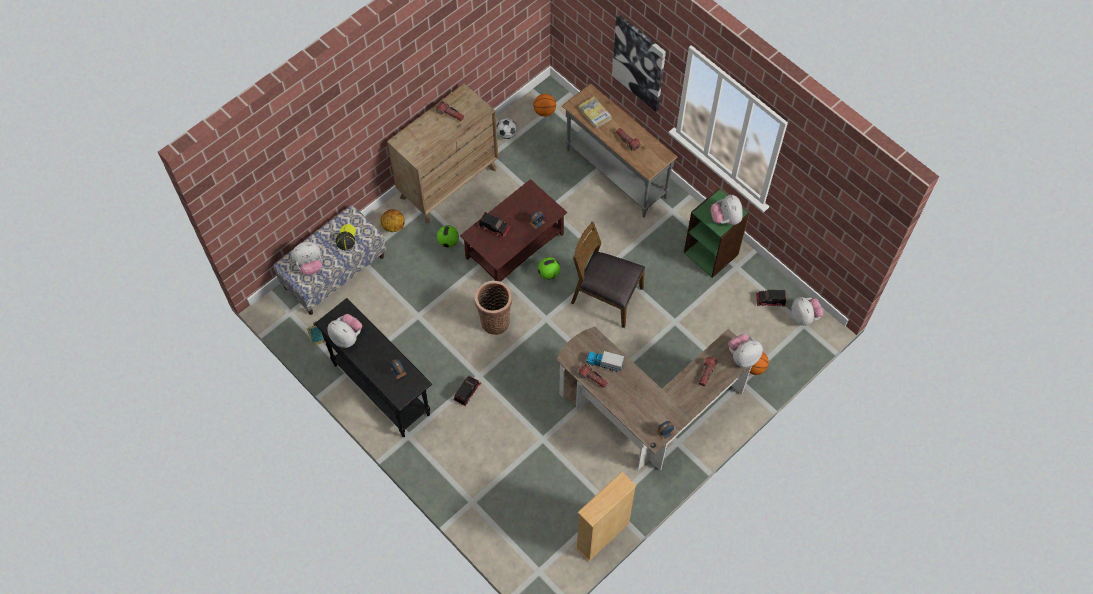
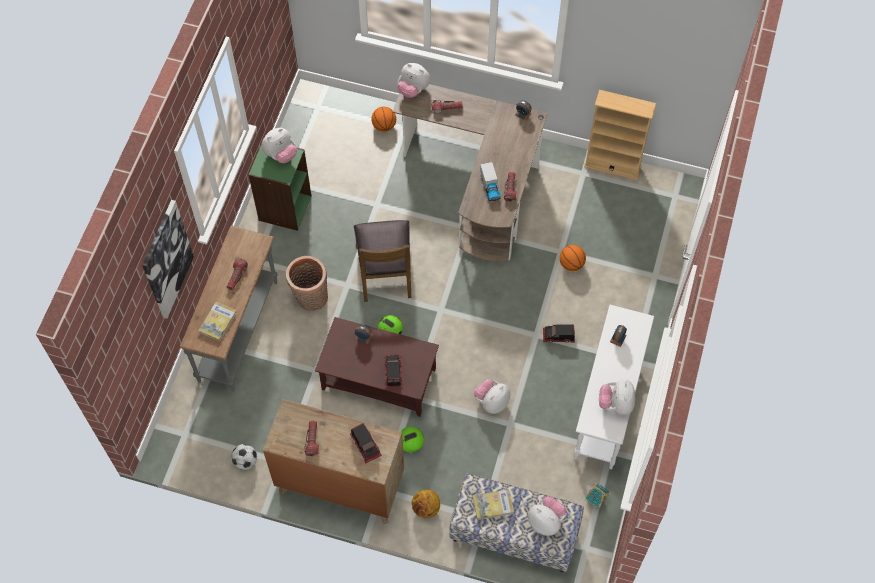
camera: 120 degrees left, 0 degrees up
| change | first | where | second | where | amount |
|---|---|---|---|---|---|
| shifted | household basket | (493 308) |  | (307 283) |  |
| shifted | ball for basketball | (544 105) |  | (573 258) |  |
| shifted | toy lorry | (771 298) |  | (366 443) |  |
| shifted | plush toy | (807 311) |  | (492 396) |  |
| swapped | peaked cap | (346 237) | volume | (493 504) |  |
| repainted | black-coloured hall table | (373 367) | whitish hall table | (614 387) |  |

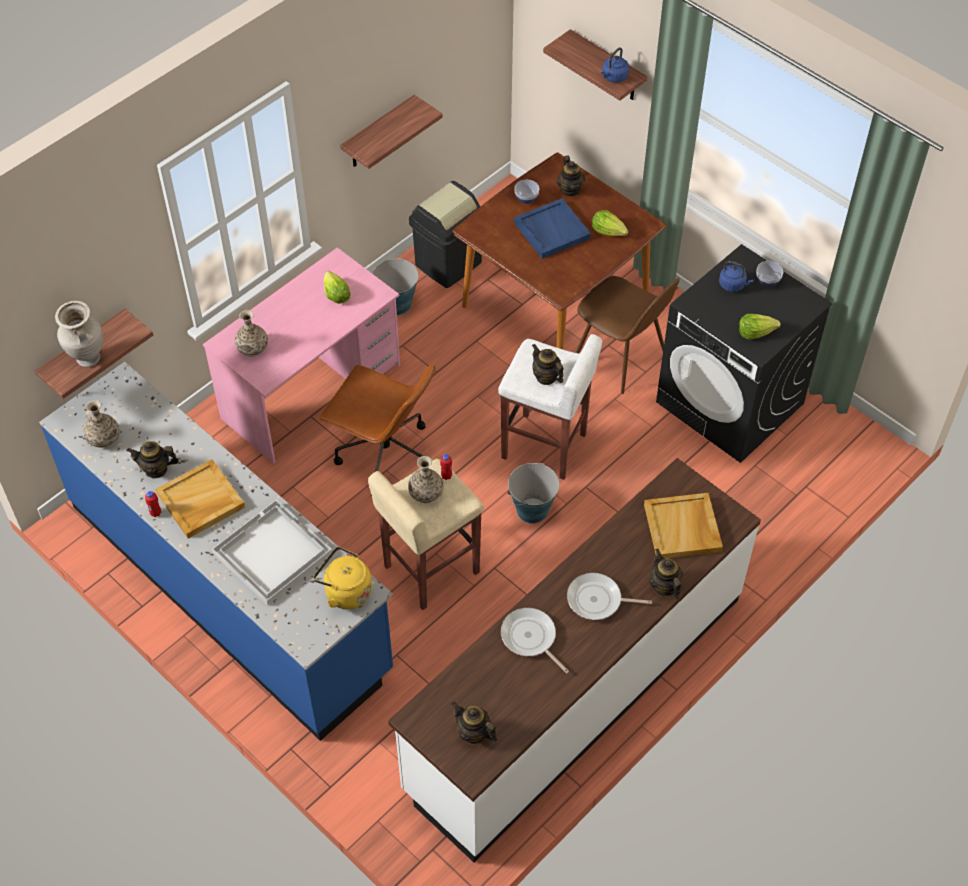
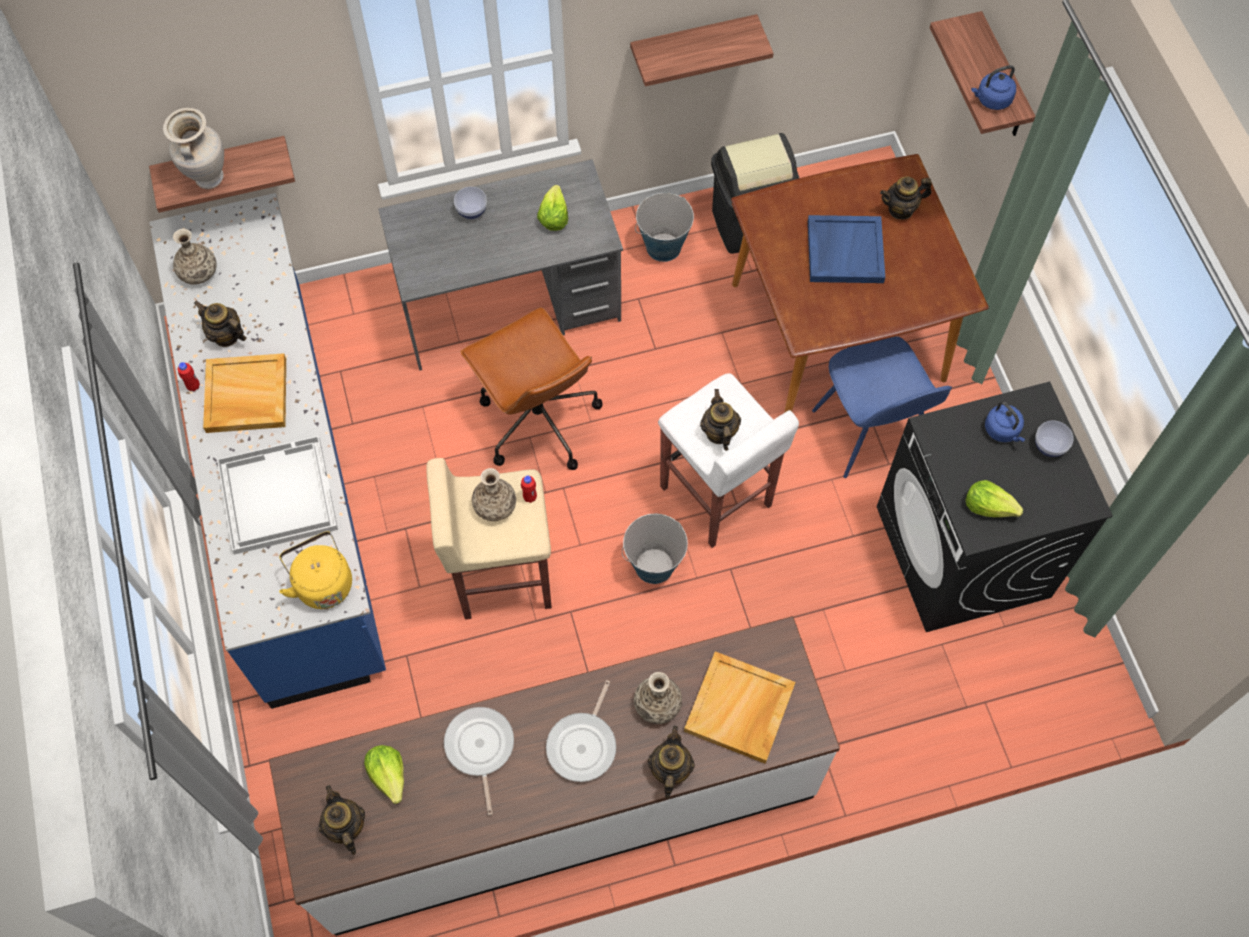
camera: 30 degrees right, 10 degrees up
| change | first | where | second | where | amount |
|---|---|---|---|---|---|
| shifted | vase | (251 333) |  | (658 698) |  |
| shifted | deep dish | (526 192) |  | (470 203) |  |
| shifted | head of lettuce | (610 223) |  | (384 774) |  |
| repainted | pink desk table | (301 355) | greyish desk table | (500 265) |  |
| repainted | brownish plain chair | (628 335) | blue-coloured plain chair | (882 407) |  |
| rotated | tea pot | (571 176) |  | (906 198) | 60 degrees clockwise |
| rotated | pan | (609 596) |  | (581 731) | 105 degrees counterclockwise |

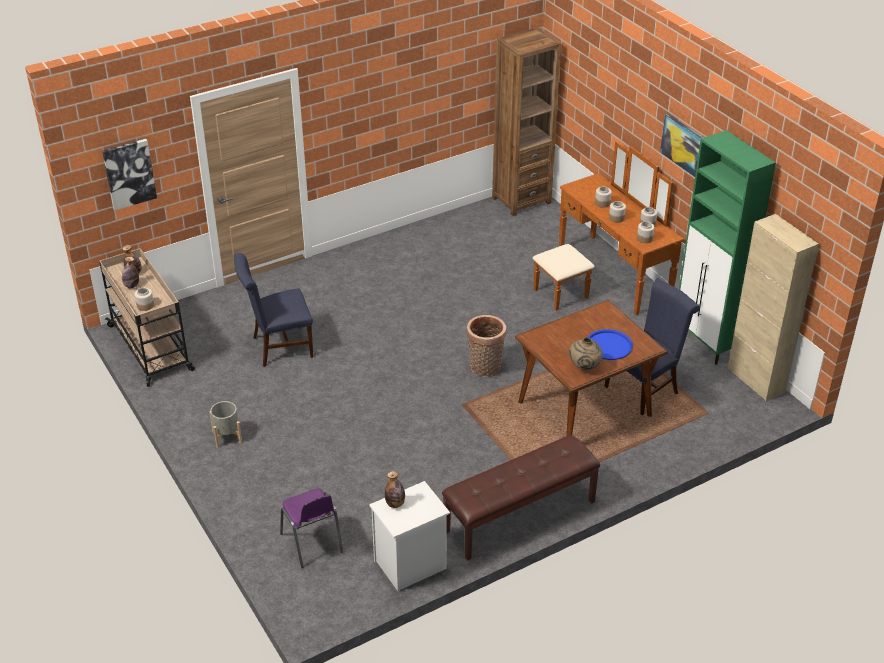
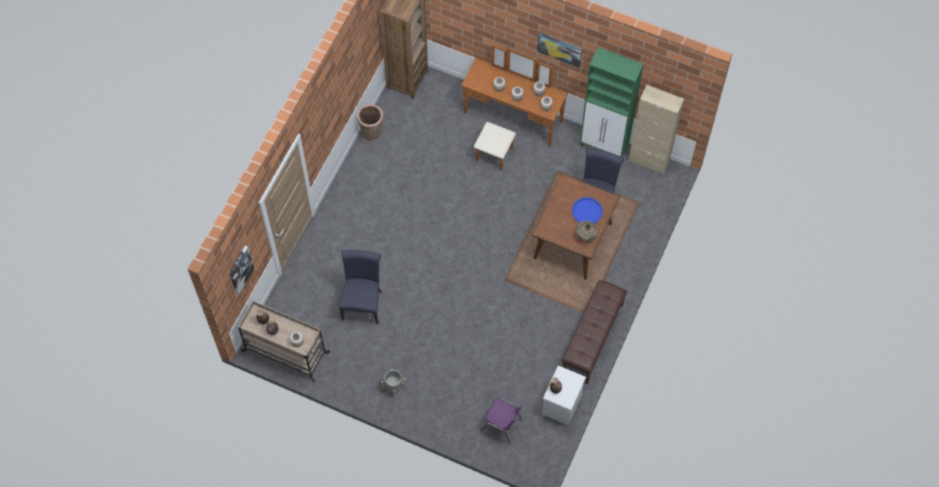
camera: 35 degrees left, 25 degrees up
| change | first | where | second | where | amount |
|---|---|---|---|---|---|
| shifted | household basket | (486 346) |  | (370 122) |  |
| rotated | blue-coloured plain chair | (273 310) |  | (360 287) | 150 degrees clockwise |

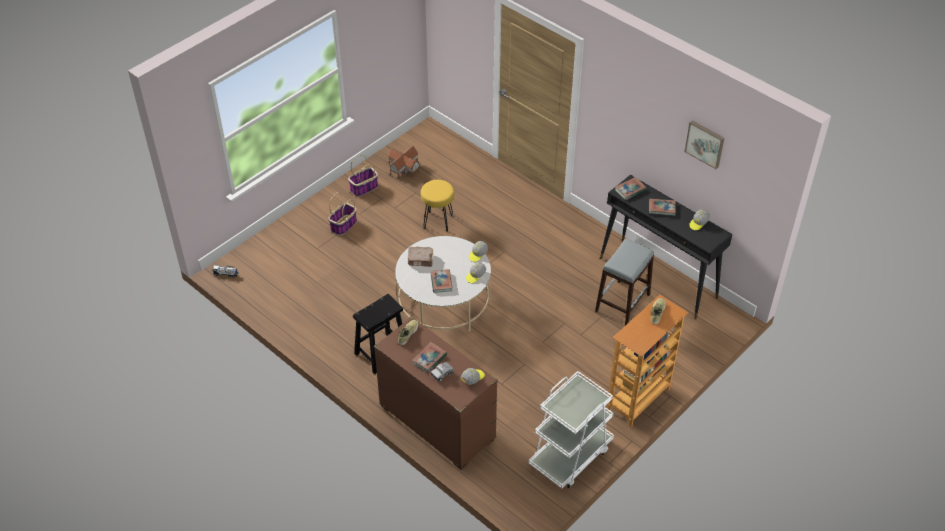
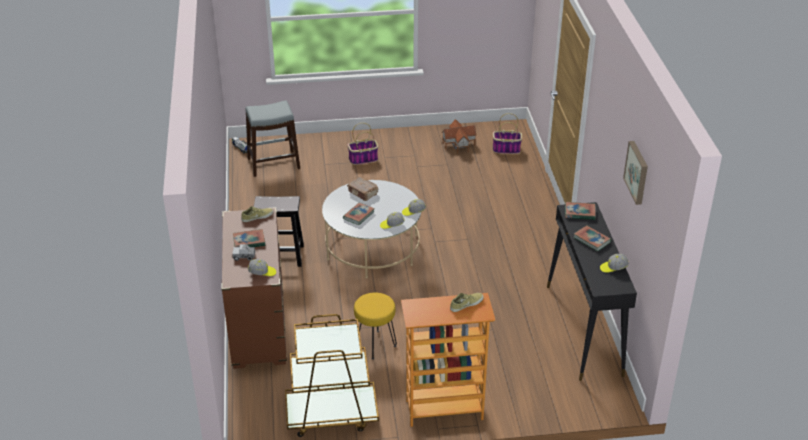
camera: 40 degrees right, 10 degrees down
| change | first | where | second | where | amount |
|---|---|---|---|---|---|
| shifted | household basket | (363 176) |  | (507 133) |  |
| shifted | yellow stool | (437 206) |  | (375 326) |  |
| shifted | greyish stool | (624 282) |  | (272 139) |  |
| repainted | whitish trolley | (571 429) | brownish trolley | (332 375) |  |

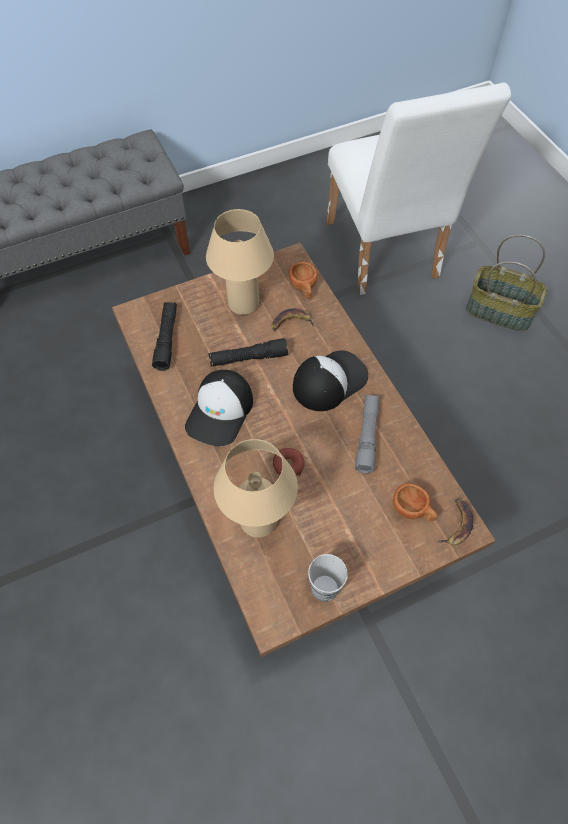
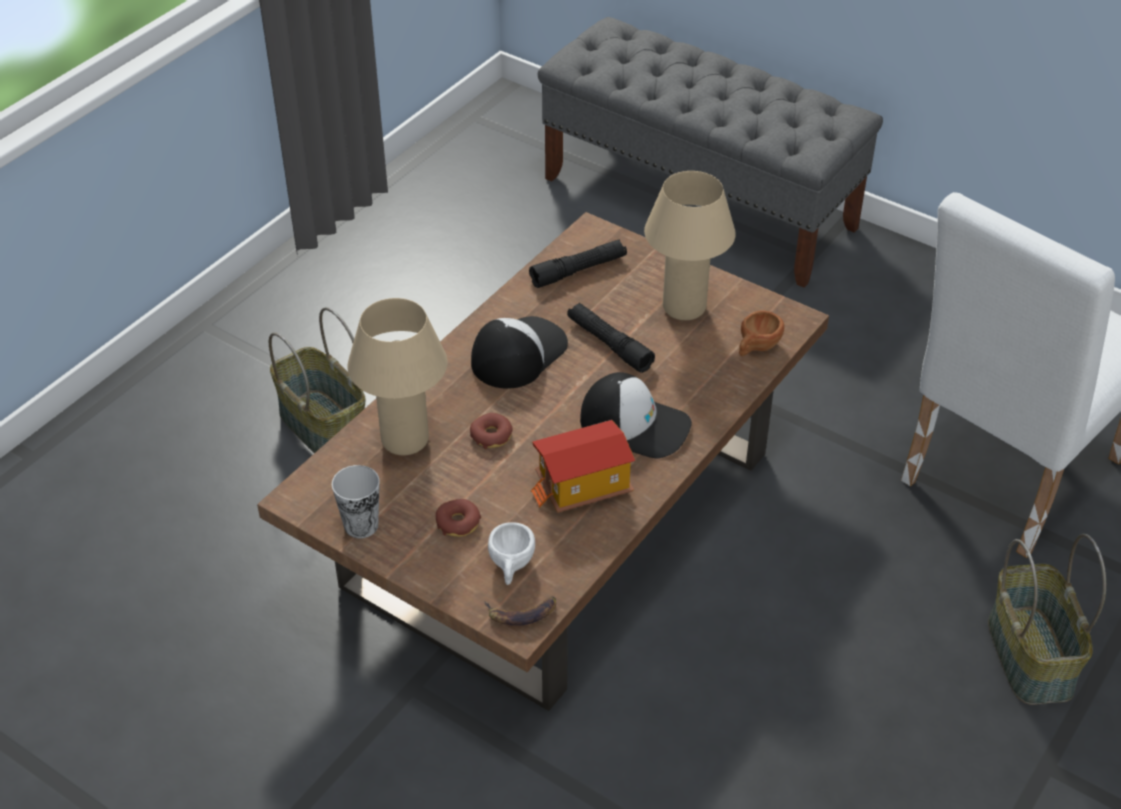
camera: 60 degrees right, 15 degrees down
| change | first | where | second | where | amount |
|---|---|---|---|---|---|
| gone | banana | (294 319) |  |  |  |
| new |  |  | household basket | (317 380) |  |
| new |  |  | donut | (458 518) |  |
| swapped | greyish flashlight | (367 434) | miniature house | (583 466) |  |
| repainted | brownish cup | (415 502) | whitish cup | (511 553) |  |
| rotated | peaked cap | (219 408) |  | (519 352) | 135 degrees clockwise |

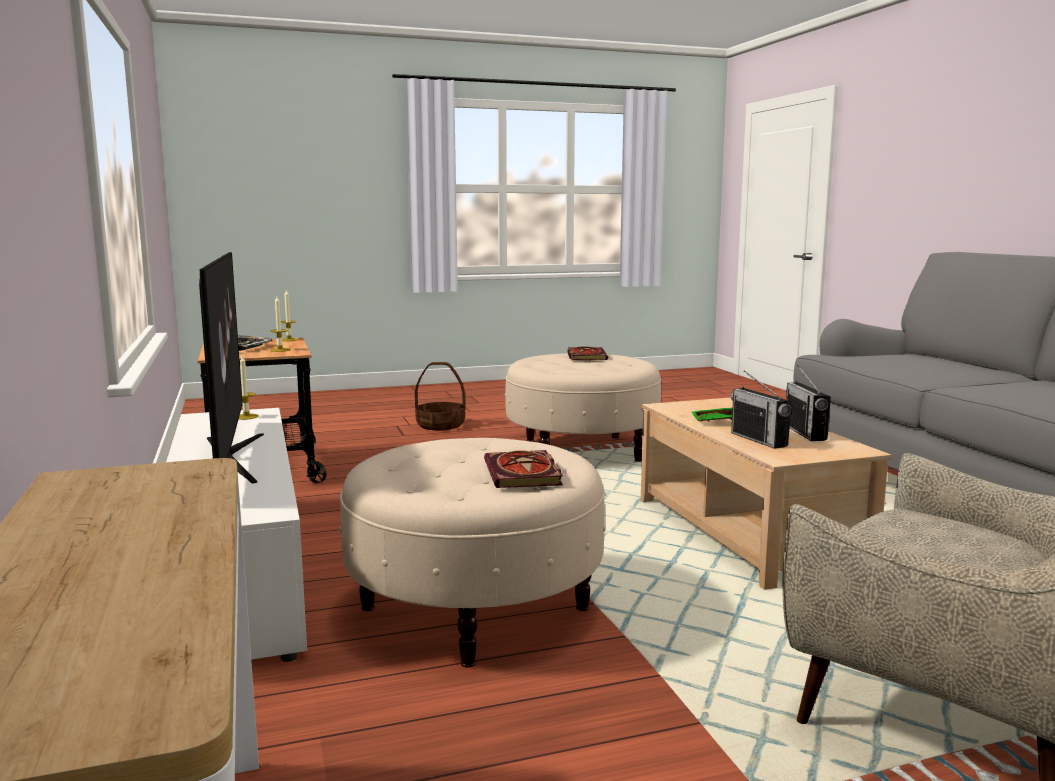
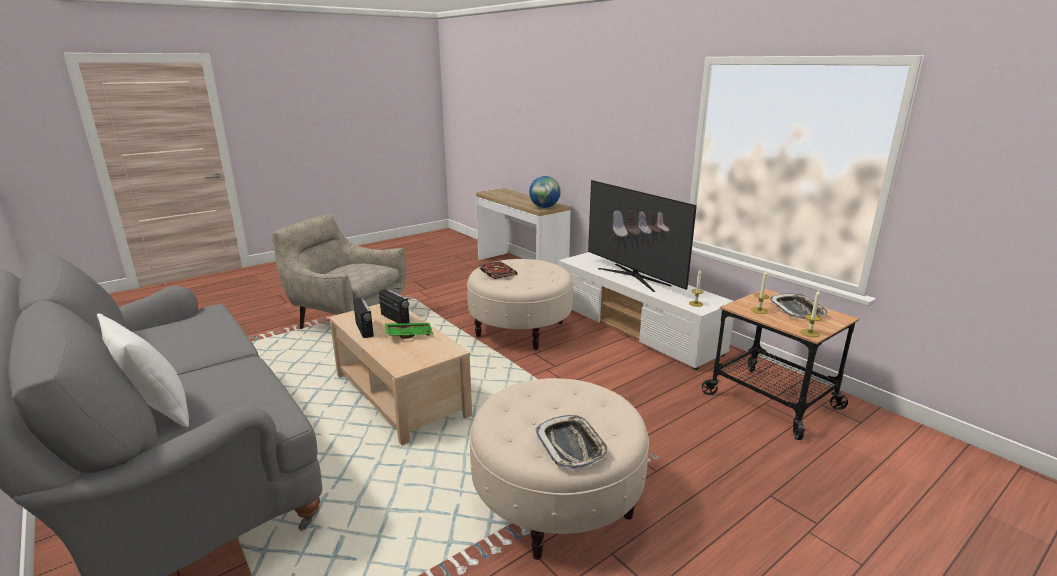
camera: 160 degrees right, 10 degrees up
| change | first | where | second | where | amount |
|---|---|---|---|---|---|
| gone | household basket | (440 396) |  |  |  |
| new |  |  | whitish pillow | (143 370) |  |
| new |  |  | desk globe | (545 192) |  |
| swapped | volume | (587 353) | serving tray | (572 442) |  |

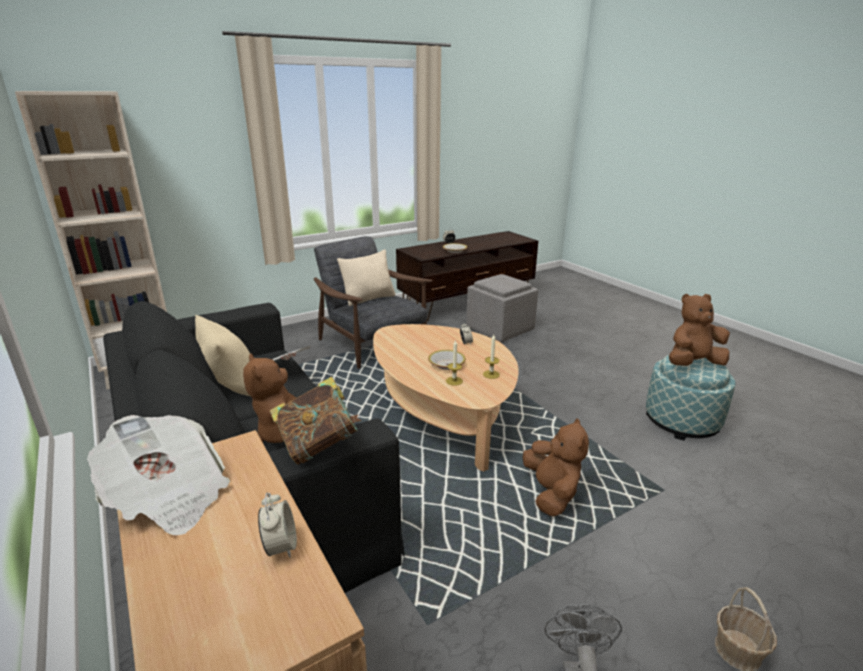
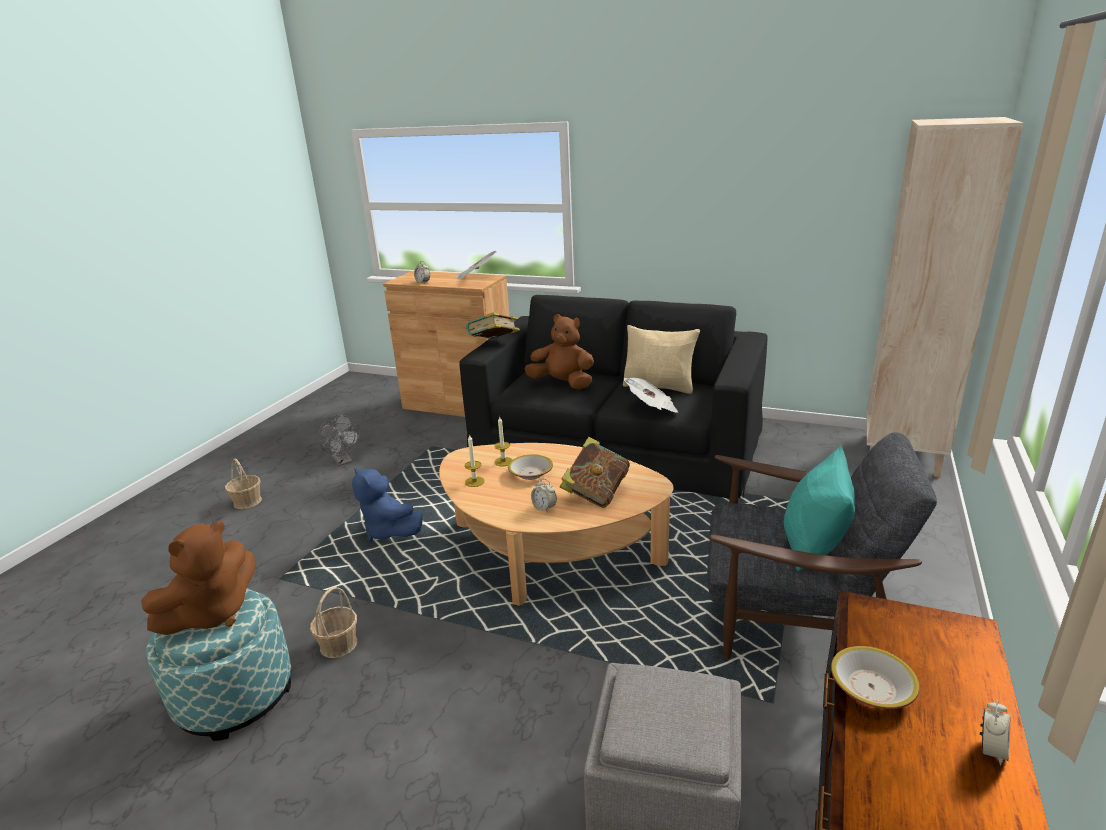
camera: 145 degrees right, 0 degrees up
| change | first | where | second | where | amount |
|---|---|---|---|---|---|
| new |  |  | household basket | (333 622) |  |
| new |  |  | volume | (595 472) |  |
| repainted | beige-coloured pillow | (366 277) | turquoise pillow | (819 508) |  |
| repainted | brownish plush toy | (556 467) | blue-coloured plush toy | (387 504) |  |

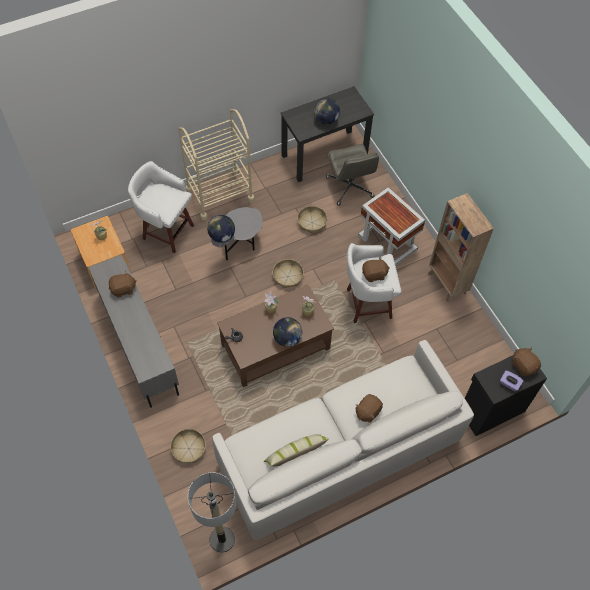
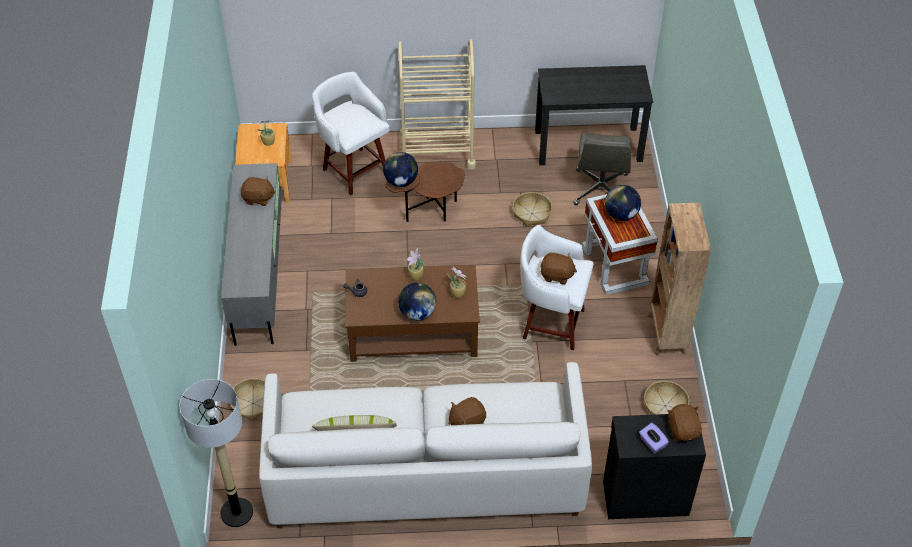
camera: 25 degrees right, 10 degrees down
| change | first | where | second | where | amount |
|---|---|---|---|---|---|
| shifted | household basket | (288 273) |  | (666 398) |  |
| shifted | desk globe | (327 111) |  | (623 203) |  |
| repainted | greyish accent table | (237 233) | brownish accent table | (425 192) |  |

